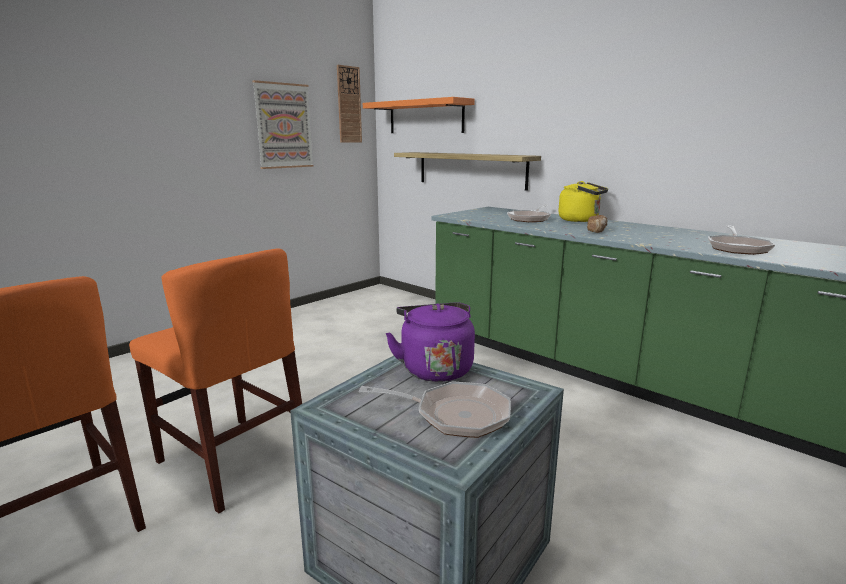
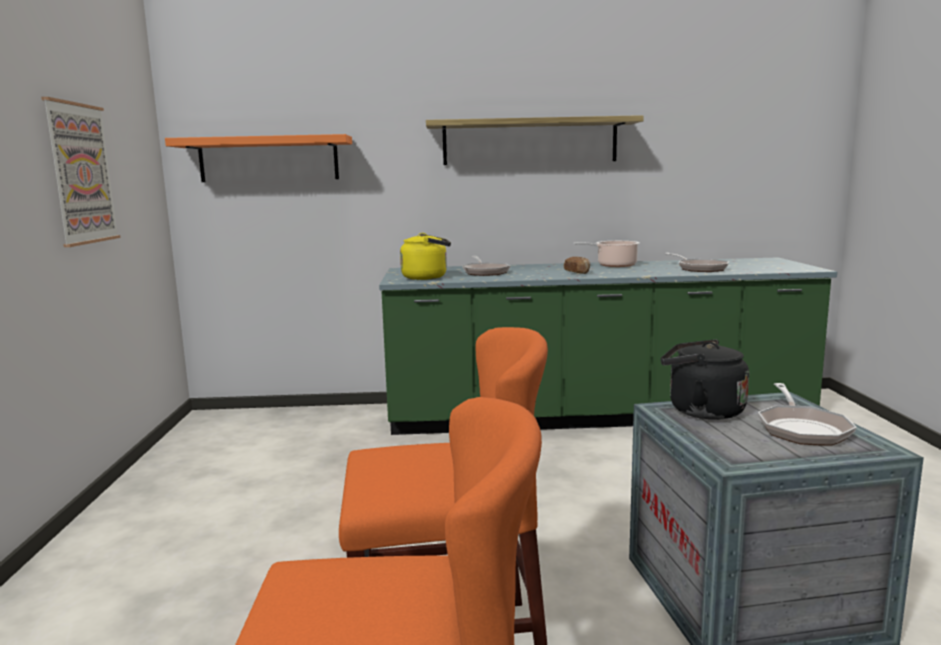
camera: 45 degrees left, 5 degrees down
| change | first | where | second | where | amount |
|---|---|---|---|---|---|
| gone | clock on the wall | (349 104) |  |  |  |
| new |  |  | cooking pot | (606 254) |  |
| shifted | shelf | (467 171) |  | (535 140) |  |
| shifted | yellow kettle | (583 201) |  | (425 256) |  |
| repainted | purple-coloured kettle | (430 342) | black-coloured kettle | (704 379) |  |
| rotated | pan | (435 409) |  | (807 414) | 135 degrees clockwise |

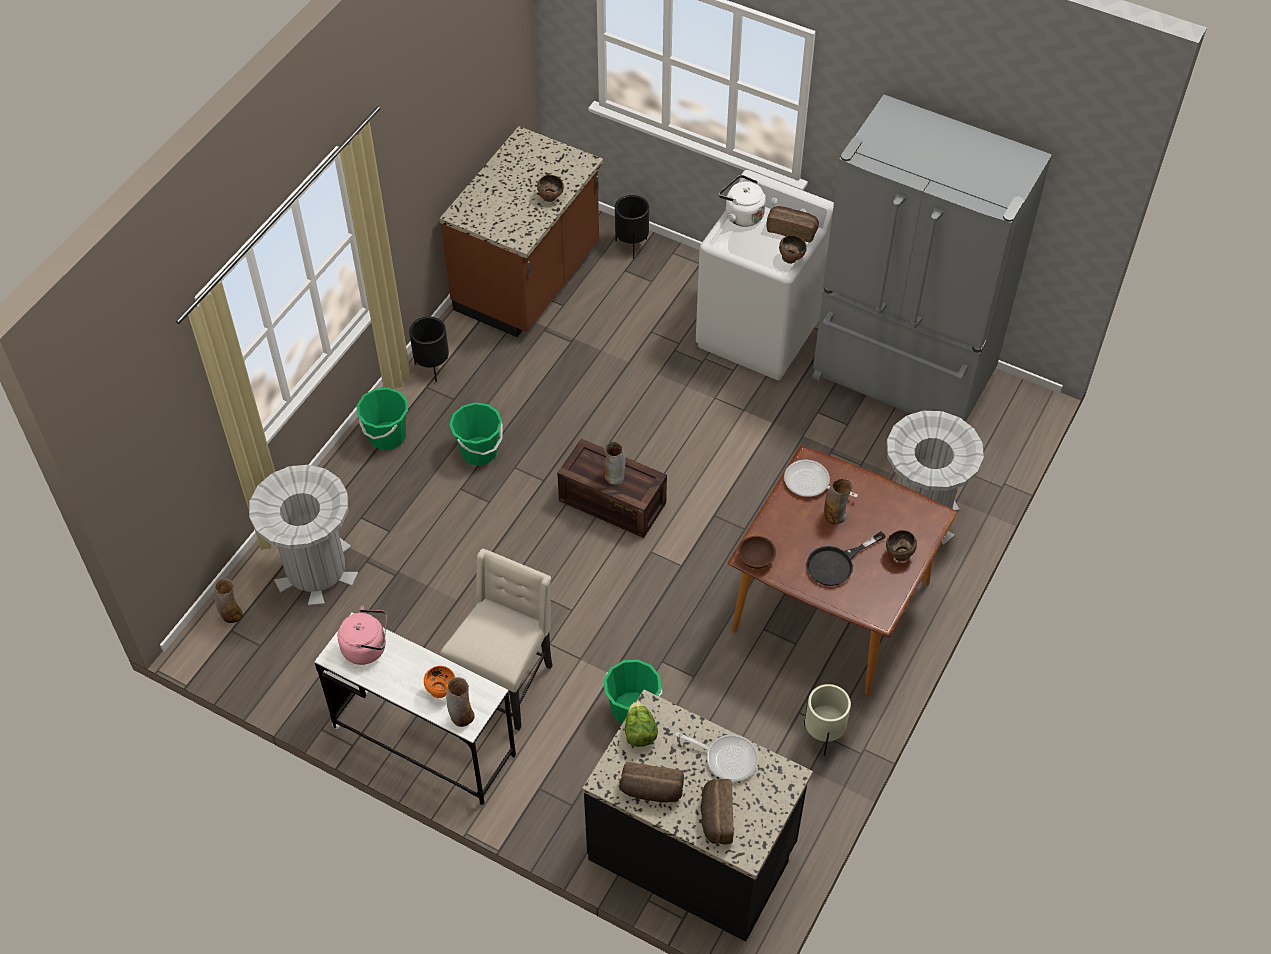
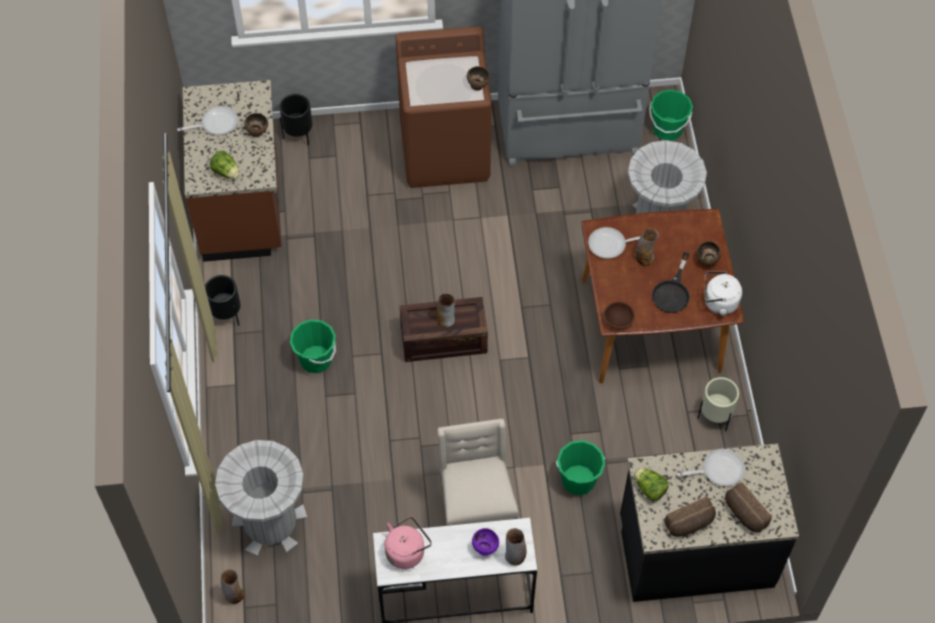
camera: 35 degrees left, 5 degrees up
| change | first | where | second | where | amount |
|---|---|---|---|---|---|
| gone | bakery bread | (792 224) |  |  |  |
| new |  |  | pan | (207 120) |  |
| new |  |  | head of lettuce | (225 165) |  |
| shifted | greenish water bucket | (382 419) |  | (671 115) |  |
| shifted | whitish kettle | (742 201) |  | (723 293) |  |
| repainted | orangey deep dish | (439 682) | purple-coloured deep dish | (485 542) |  |
| repainted | whitish washing machine | (765 275) | brownish washing machine | (443 107) |  |

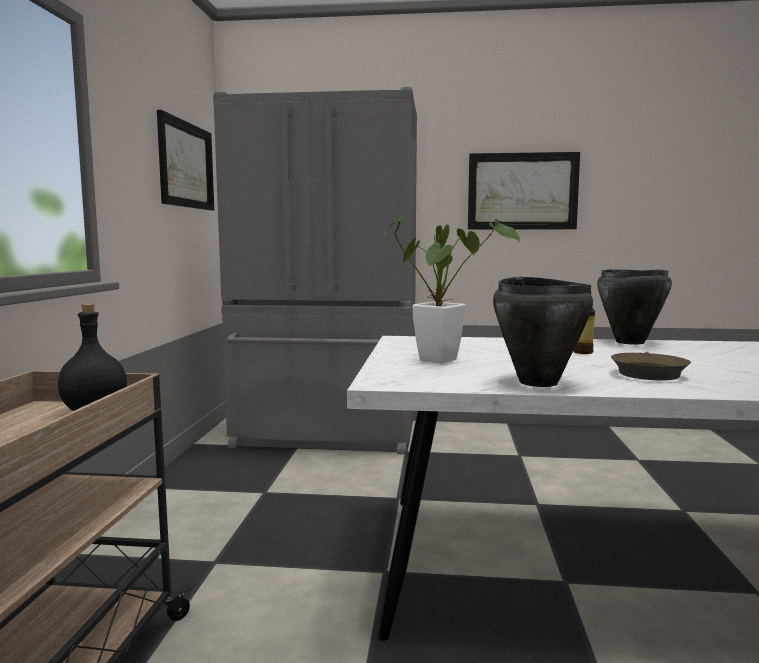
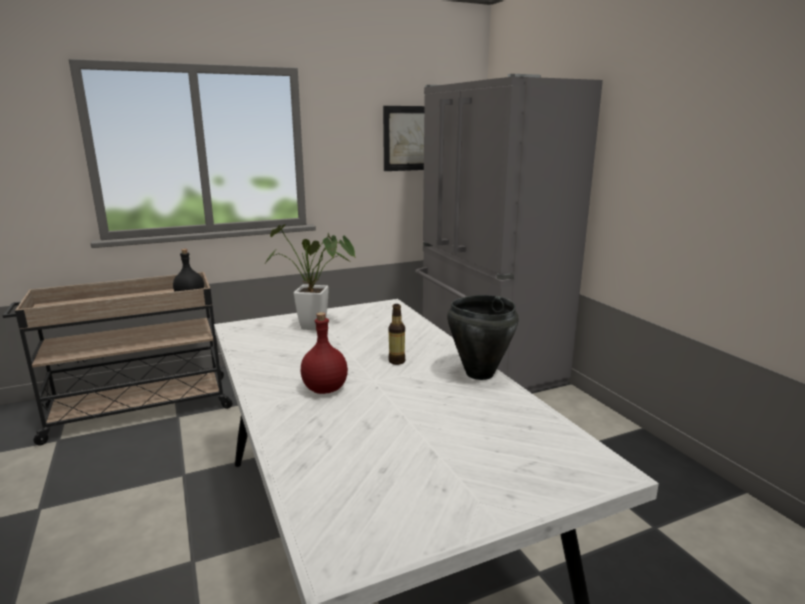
camera: 60 degrees right, 10 degrees up
| change | first | where | second | where | amount |
|---|---|---|---|---|---|
| gone | picture | (524 191) |  |  |  |
| gone | black-coloured cooking pot | (543 331) |  |  |  |
| swapped | brownish pan | (651 366) | red bottle | (324 353) |  |

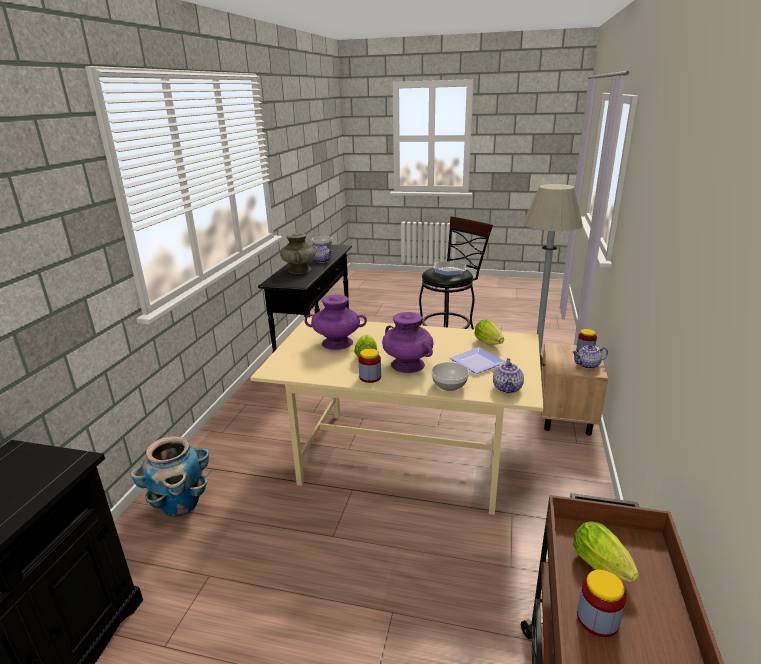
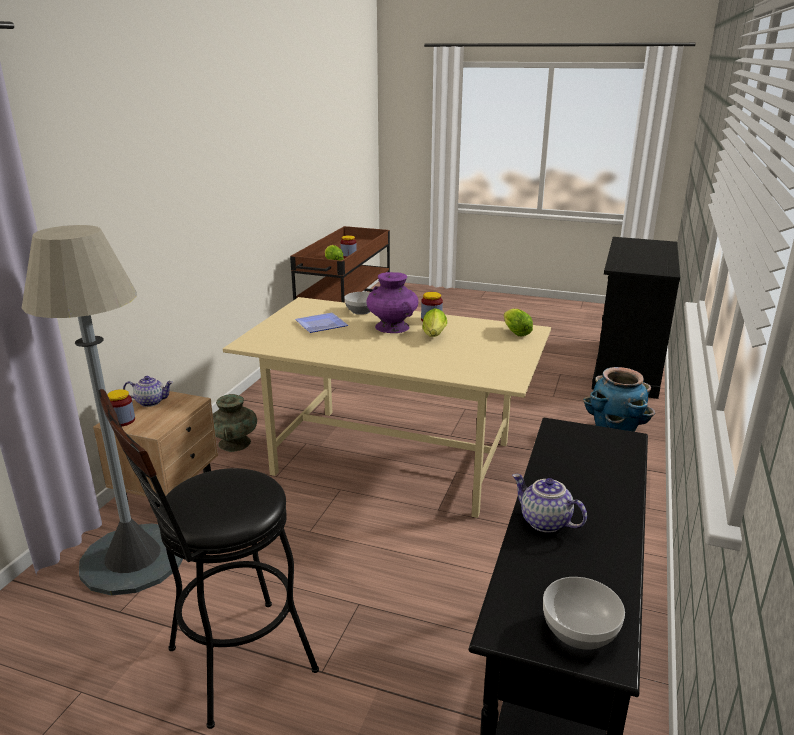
camera: 175 degrees left, 0 degrees up
| change | first | where | second | where | amount |
|---|---|---|---|---|---|
| gone | purple-coloured vase | (336 322) |  |  |  |
| gone | pan | (450 268) |  |  |  |
| gone | tea pot | (508 375) |  |  |  |
| shifted | turquoise vase | (298 253) |  | (235 423) |  |
| shifted | head of lettuce | (489 332) |  | (518 323) |  |

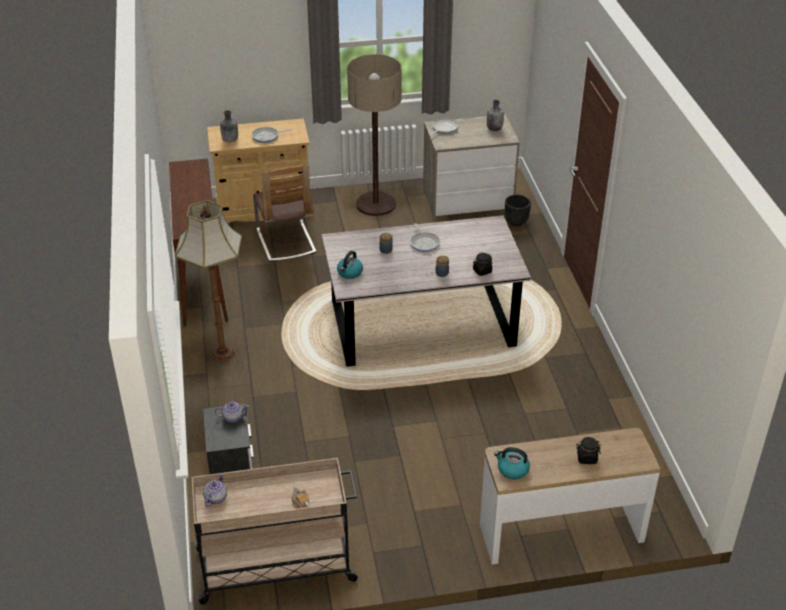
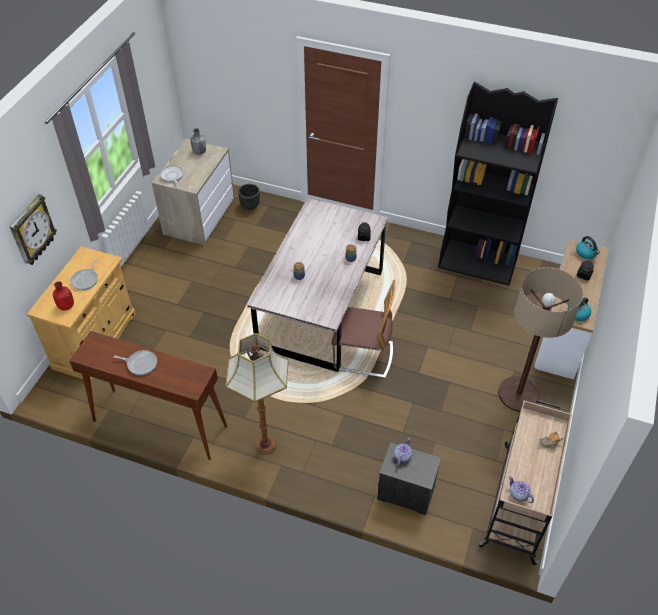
camera: 60 degrees left, 10 degrees up
| change | first | where | second | where | amount |
|---|---|---|---|---|---|
| new |  |  | clock on the wall | (33 229) |  |
| new |  |  | black-coloured bookshelf | (498 184) |  |
| shifted | plain chair | (285 213) |  | (363 328) |  |
| shifted | kettle | (350 265) |  | (588 247) |  |
| shifted | standing lamp | (374 135) |  | (540 339) |  |
| shifted | pan | (425 237) |  | (135 362) |  |
| repainted | greyish bottle | (229 126) | red bottle | (63 295) |  |

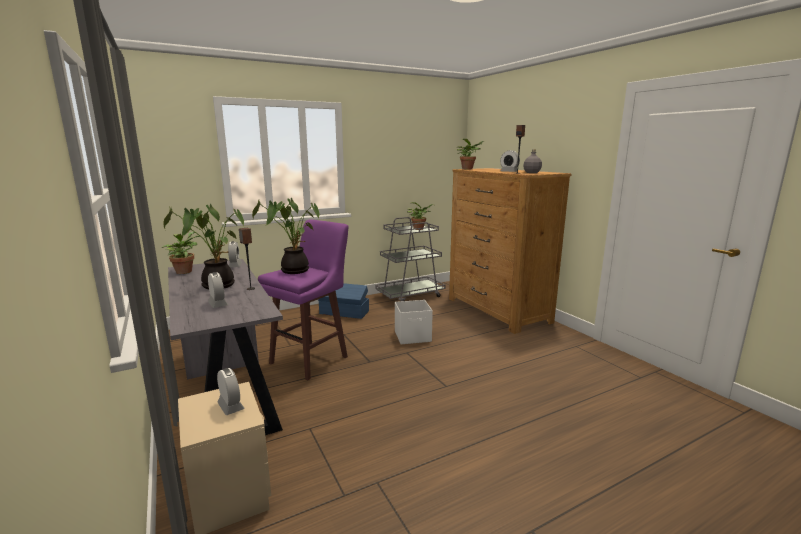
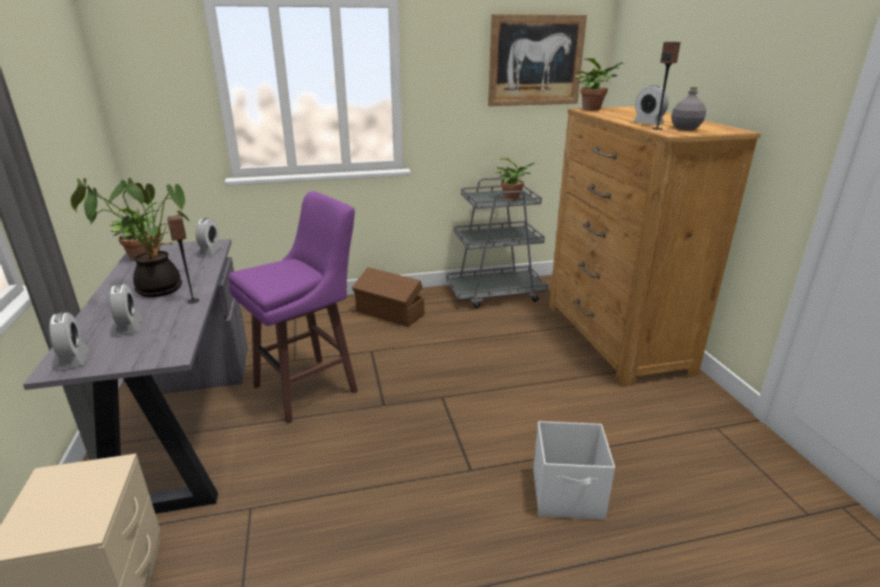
camera: 15 degrees right, 10 degrees up
| change | first | where | second | where | amount |
|---|---|---|---|---|---|
| gone | houseplant | (285 236) |  |  |  |
| new |  |  | picture | (537 60) |  |
| shifted | bedside clock | (230 391) |  | (69 341) |  |
| shifted | whitish storage box | (414 322) |  | (574 470) |  |
| repainted | blue-coloured storage box | (343 301) | brownish storage box | (388 297) |  |

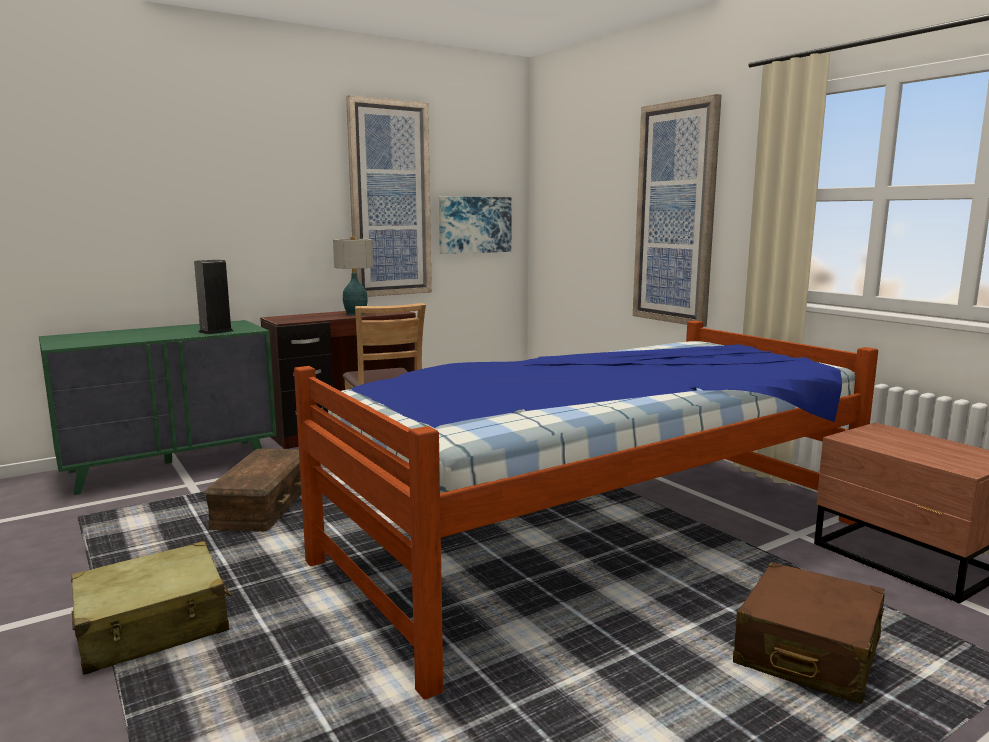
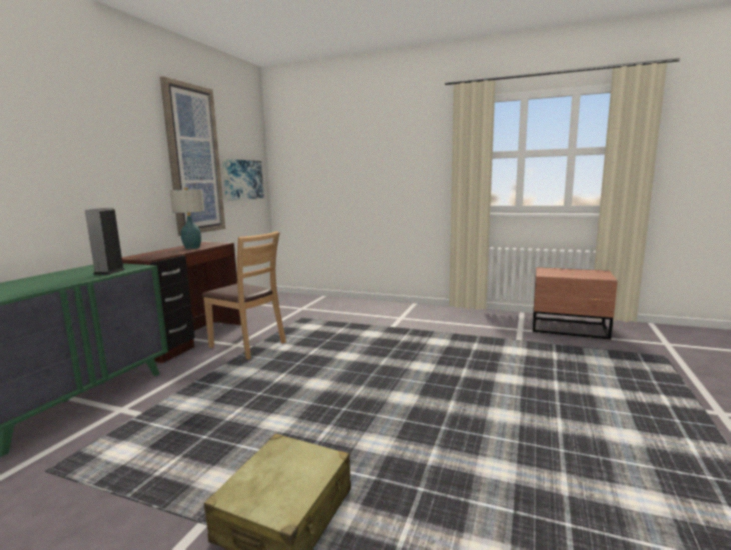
camera: 35 degrees left, 0 degrees up
| change | first | where | second | where | amount |
|---|---|---|---|---|---|
| gone | brownish storage box | (253 490) |  |  |  |
| gone | sleeping bed | (586 510) |  |  |  |
| gone | picture | (677 210) |  |  |  |
| gone | brownish travel case | (809 633) |  |  |  |

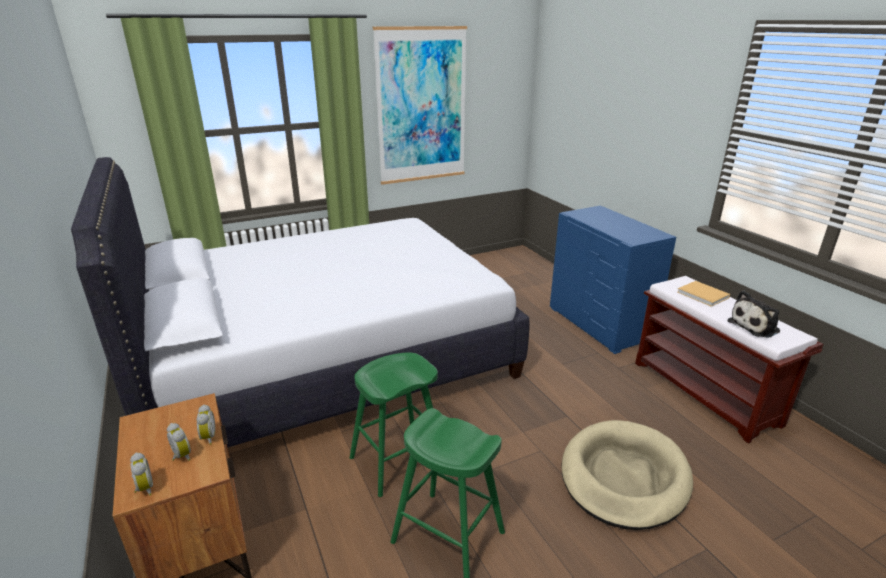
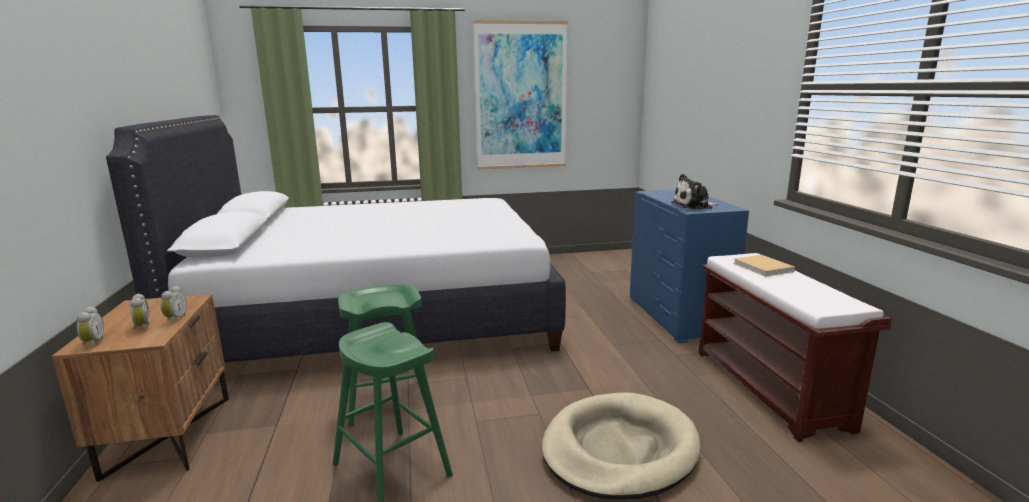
camera: 15 degrees right, 10 degrees down
| change | first | where | second | where | amount |
|---|---|---|---|---|---|
| shifted | plush toy | (753 314) |  | (694 192) |  |

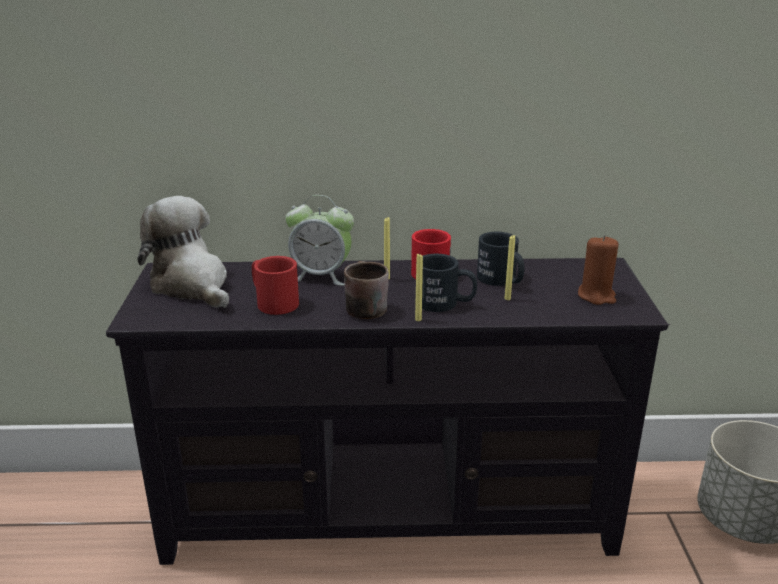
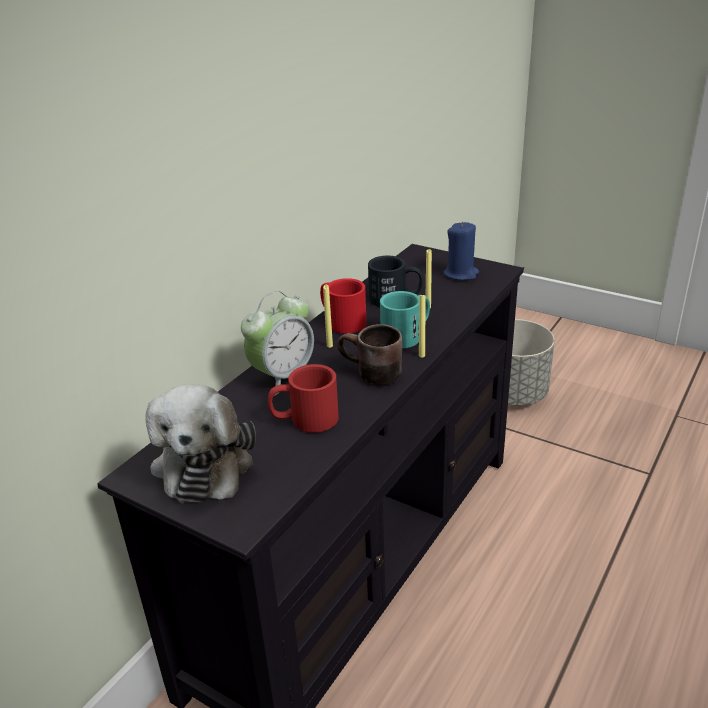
camera: 55 degrees left, 5 degrees up
| change | first | where | second | where | amount |
|---|---|---|---|---|---|
| repainted | black-coloured tea mug | (449 283) | turquoise tea mug | (405 320) |  |
| repainted | brownish wax candle | (598 270) | blue-coloured wax candle | (461 250) |  |
| rotated | plush toy | (183 252) |  | (200 443) | 90 degrees counterclockwise |

